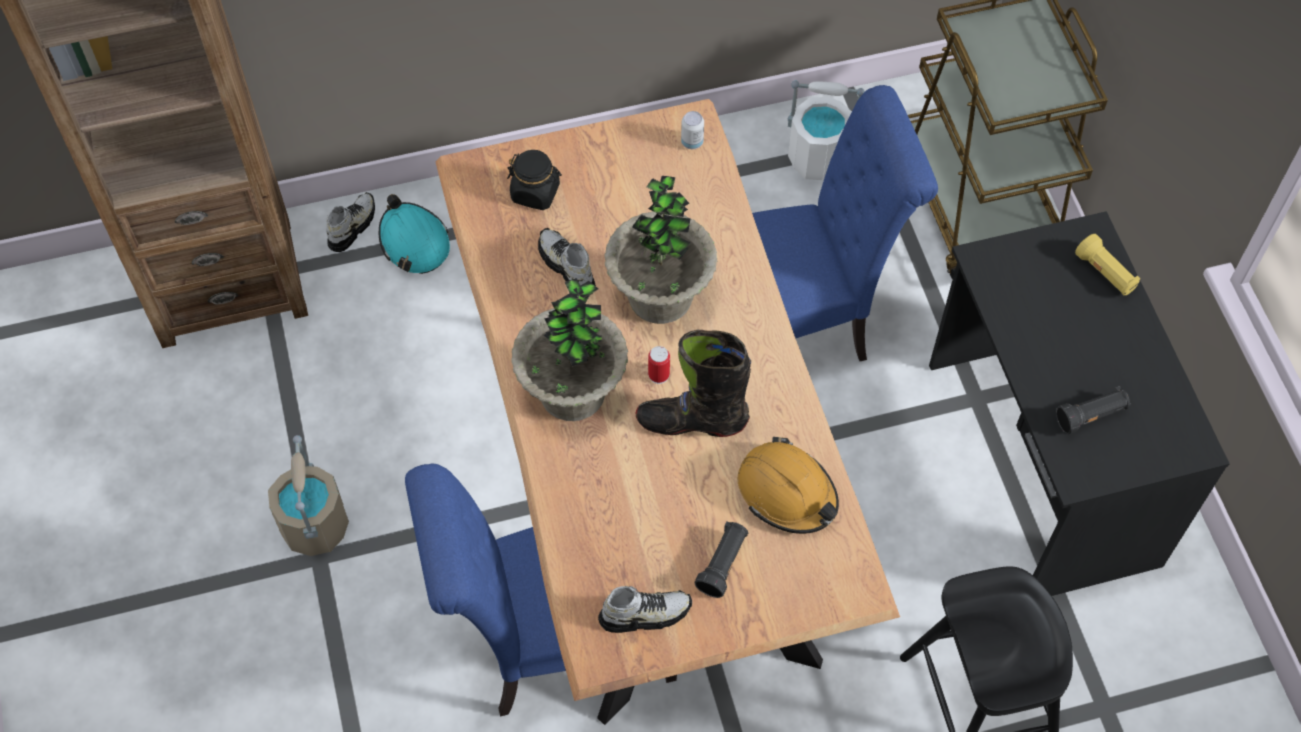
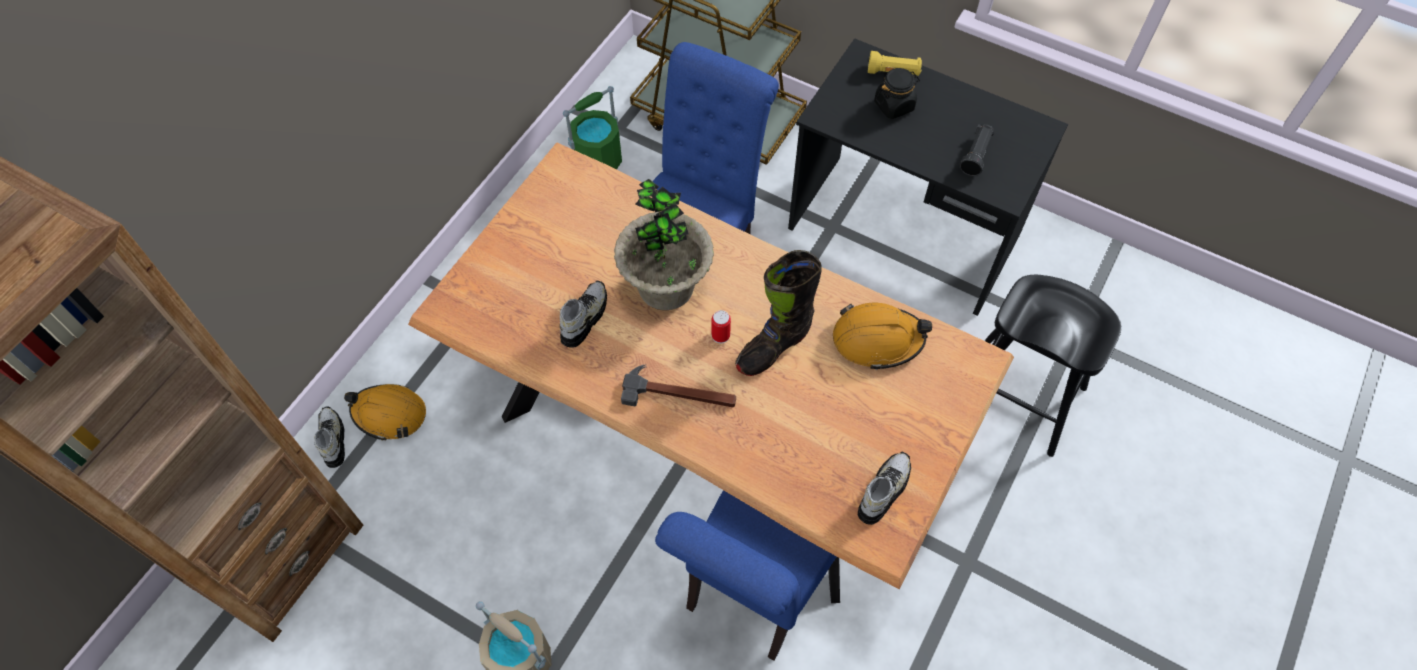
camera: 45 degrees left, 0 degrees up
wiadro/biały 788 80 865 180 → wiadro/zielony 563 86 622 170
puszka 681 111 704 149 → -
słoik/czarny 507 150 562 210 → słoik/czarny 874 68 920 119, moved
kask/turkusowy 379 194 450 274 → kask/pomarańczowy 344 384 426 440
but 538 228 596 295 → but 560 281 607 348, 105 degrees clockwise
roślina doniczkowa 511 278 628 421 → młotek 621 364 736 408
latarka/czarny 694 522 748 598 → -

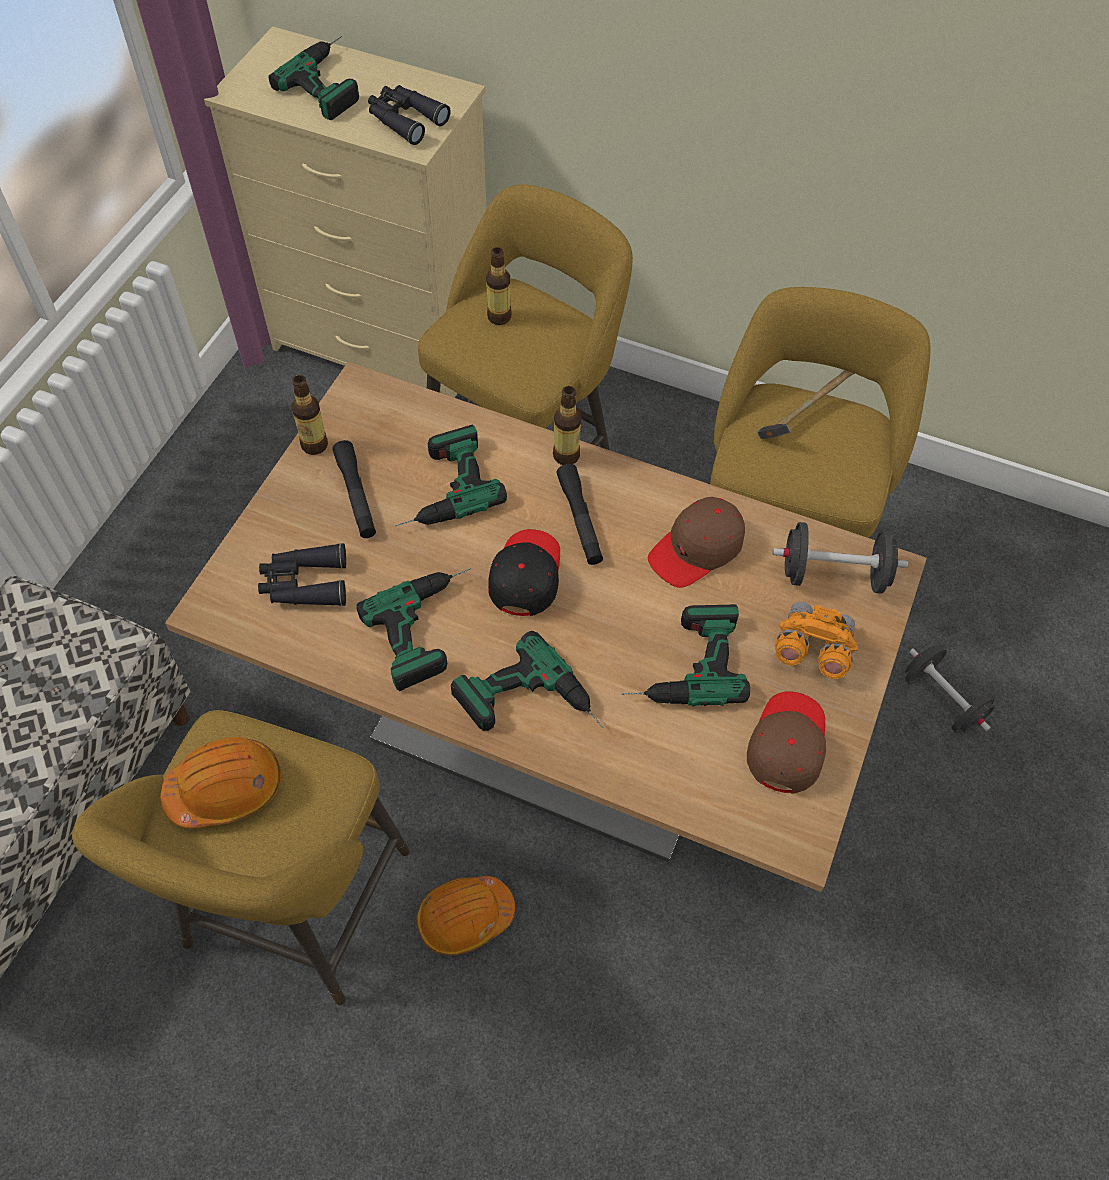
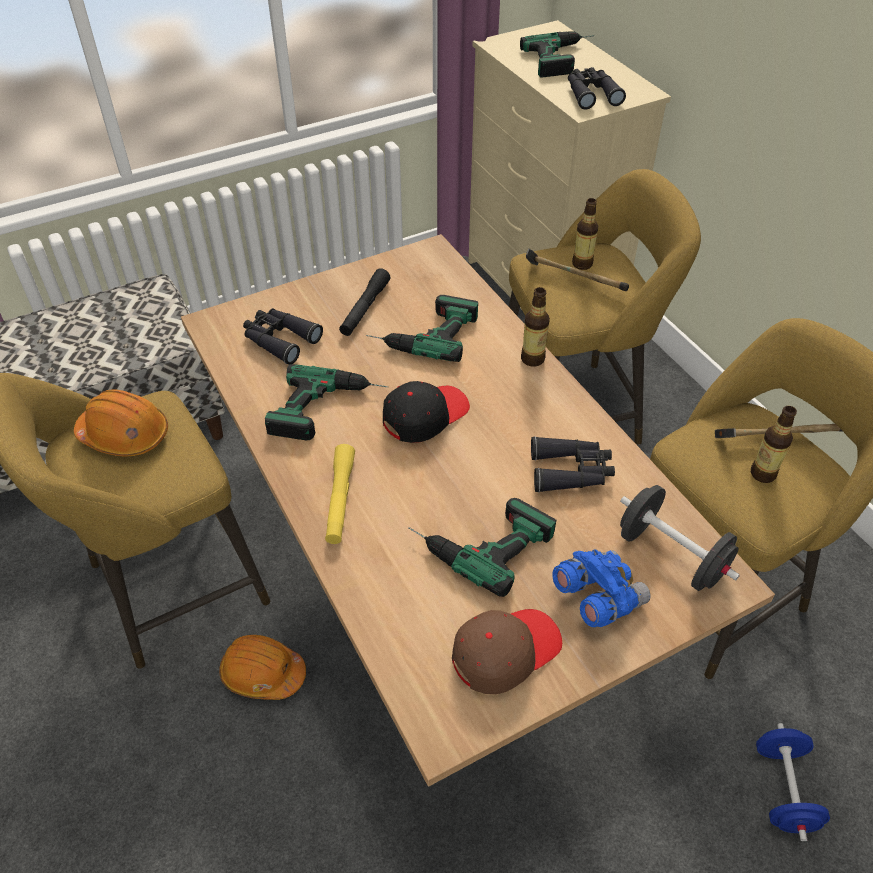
camera: 40 degrees right, 10 degrees down
butelka 291 375 328 455 → butelka 751 406 797 483, moved
latarka/czarny 556 464 603 565 → -
czapka z daszkiem/brązowy 648 497 745 588 → lornetka/czarny 531 436 615 493
lornetka/pomarańczowy 775 602 858 679 → lornetka/niebieski 552 549 651 627
wiertarka 451 631 604 731 → latarka/żółty 325 444 355 544
hantel/czarny 905 645 995 733 → hantel/niebieski 756 723 830 841
- → młotek 526 248 629 291

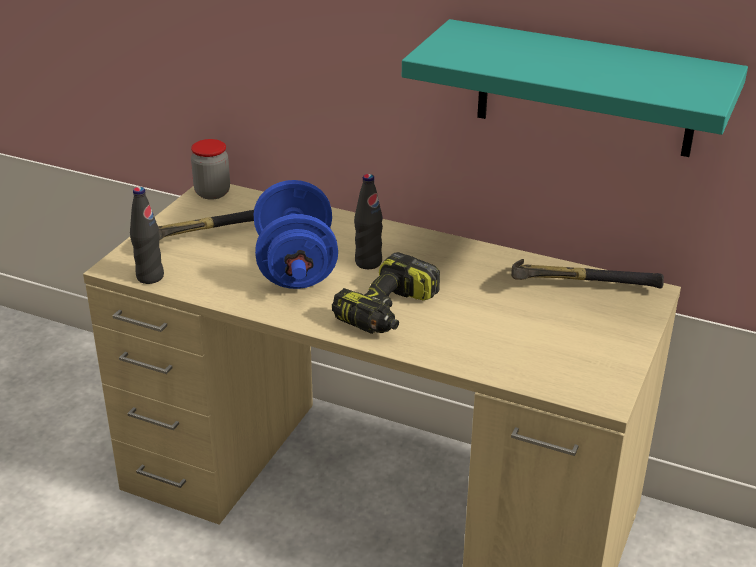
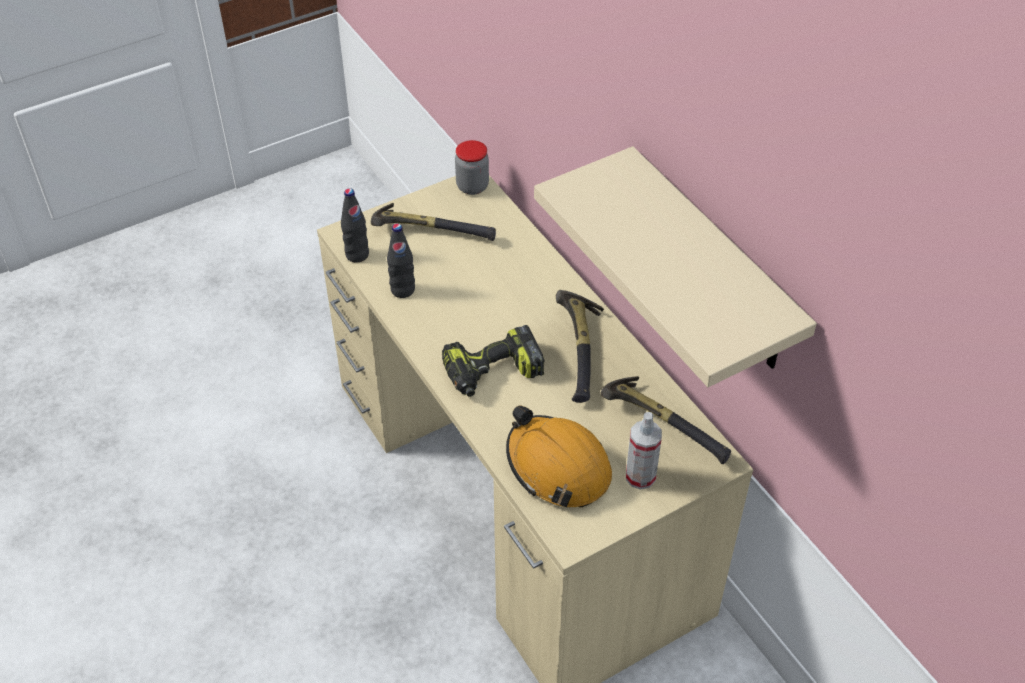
camera: 35 degrees right, 15 degrees up
półka/turkusowy 402 19 748 157 → półka/beżowy 534 146 817 387
butelka/czarny 354 174 383 269 → butelka/czarny 387 223 415 298, moved
hantel/niebieski 254 180 338 289 → -
- → młotek 556 290 604 403
- → kask/pomarańczowy 506 405 612 507
- → spryskiwacz 626 412 662 490

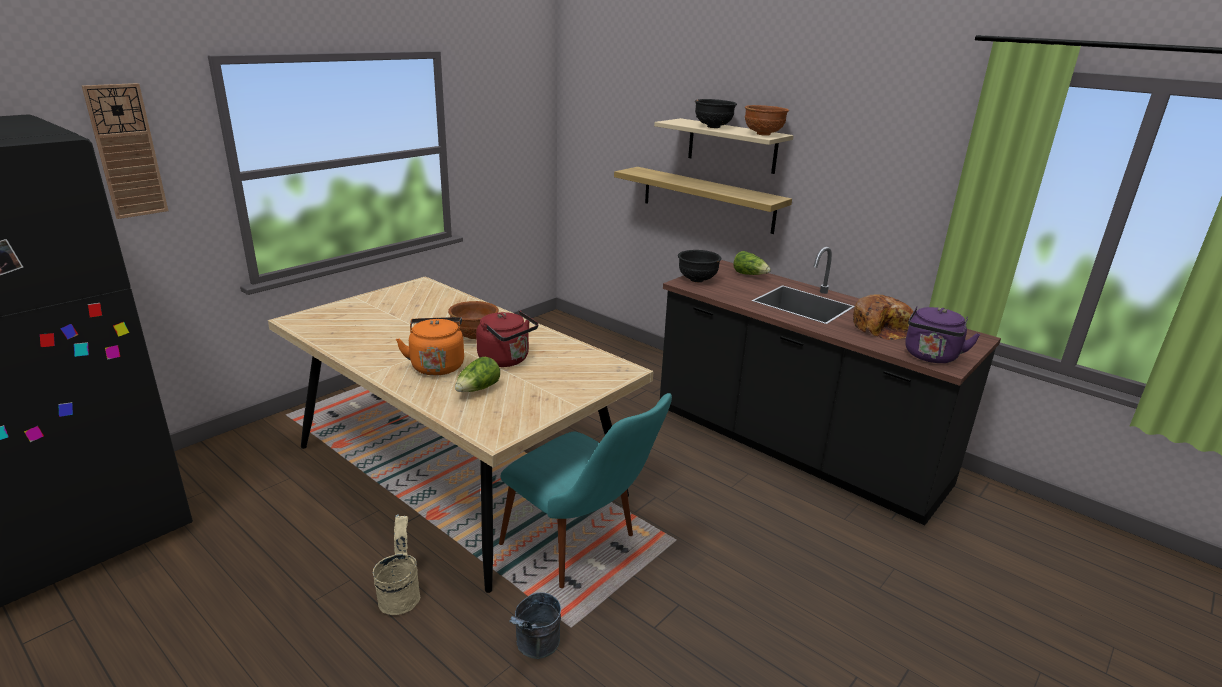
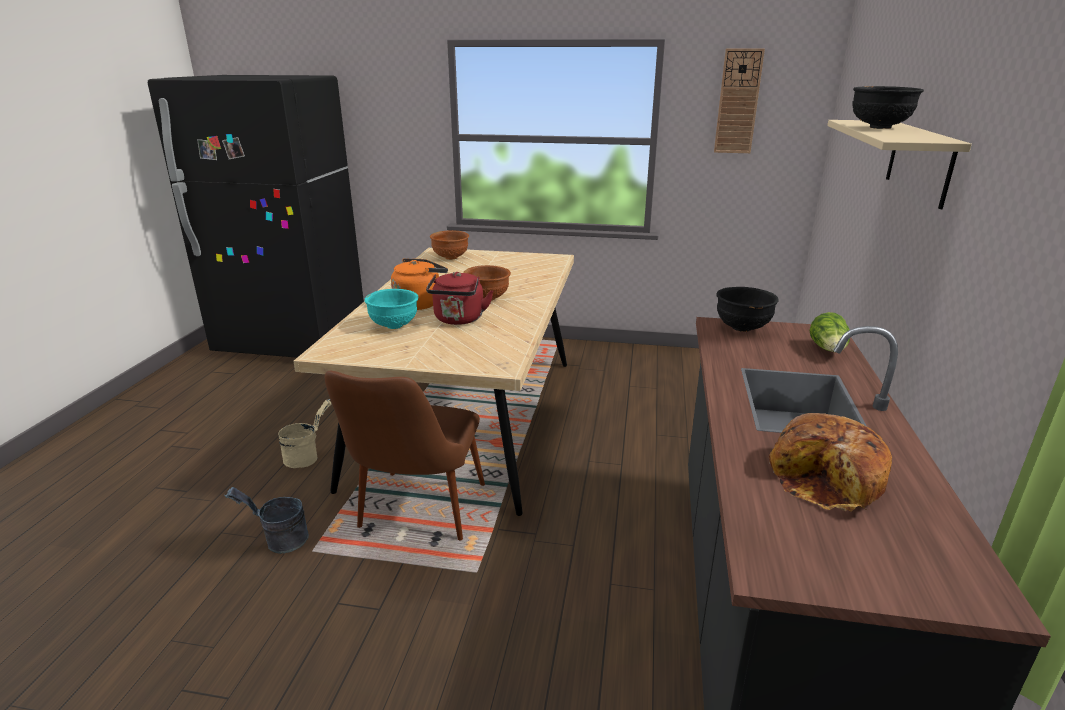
camera: 60 degrees right, 0 degrees up
zegar ścienny 82 83 168 219 → zegar ścienny 714 48 765 153, moved
miska/brązowy 745 105 789 136 → miska/brązowy 430 230 469 260, moved
półka 614 167 792 234 → -
czajnik/fioletowy 906 306 981 363 → -
sałata 455 357 500 392 → miska/turkusowy 364 289 419 329
krzesło/turkusowy 499 393 672 588 → krzesło/brązowy 325 371 485 540

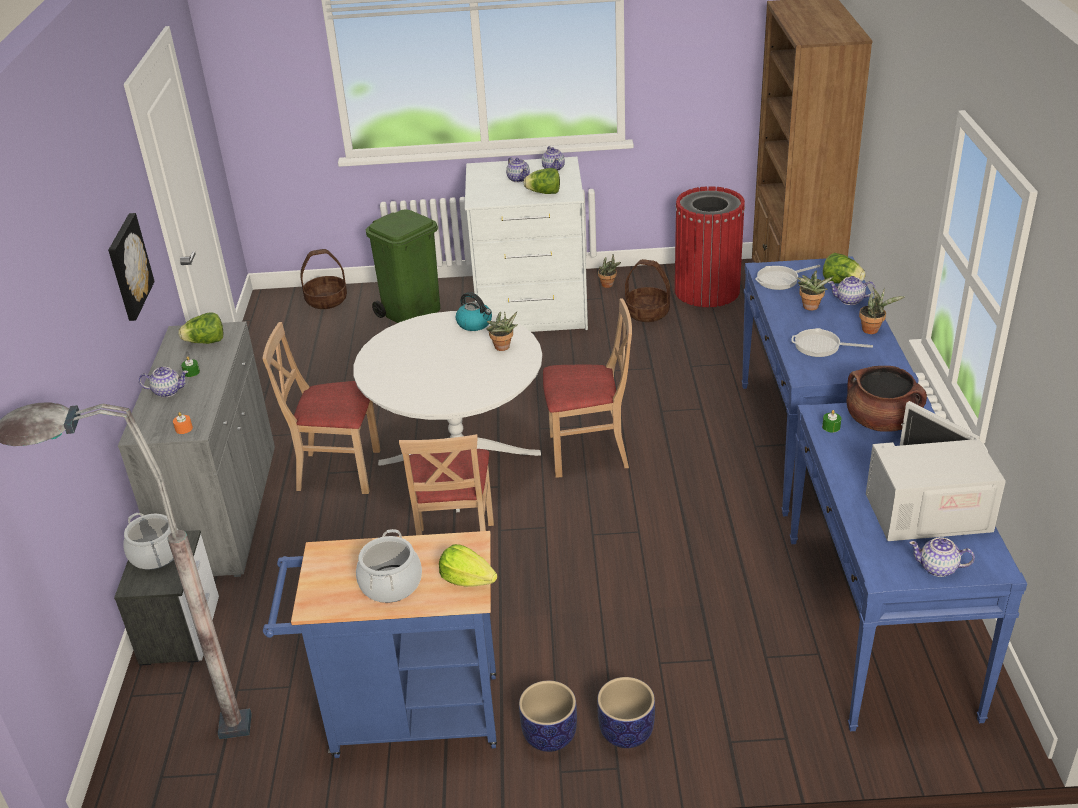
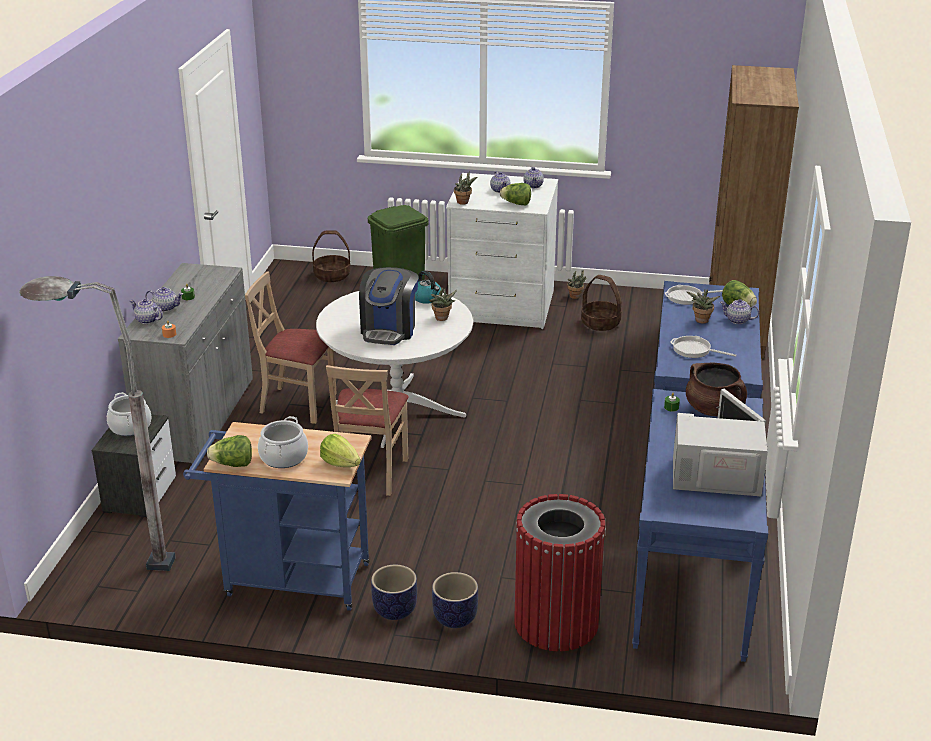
camera: 10 degrees right, 5 degrees down
kosz na śmieci/czerwony 675 186 745 307 → kosz na śmieci/czerwony 514 494 606 651, moved
obraz 108 213 155 321 → -
roślina doniczkowa 859 287 905 334 → roślina doniczkowa 454 171 477 205, moved
krzesło/beżowy 543 298 632 478 → -
sałata 178 312 223 344 → sałata 207 435 252 467, moved
imbryk 909 537 975 577 → imbryk 130 299 163 324, moved
- → ekspres do kawy 359 267 418 345

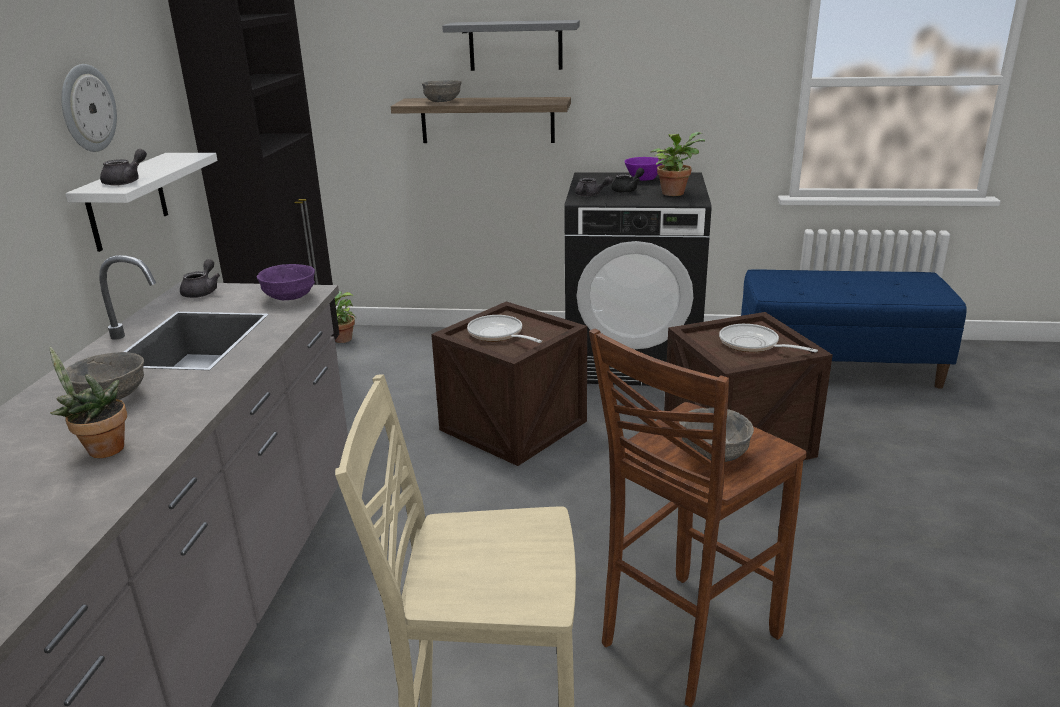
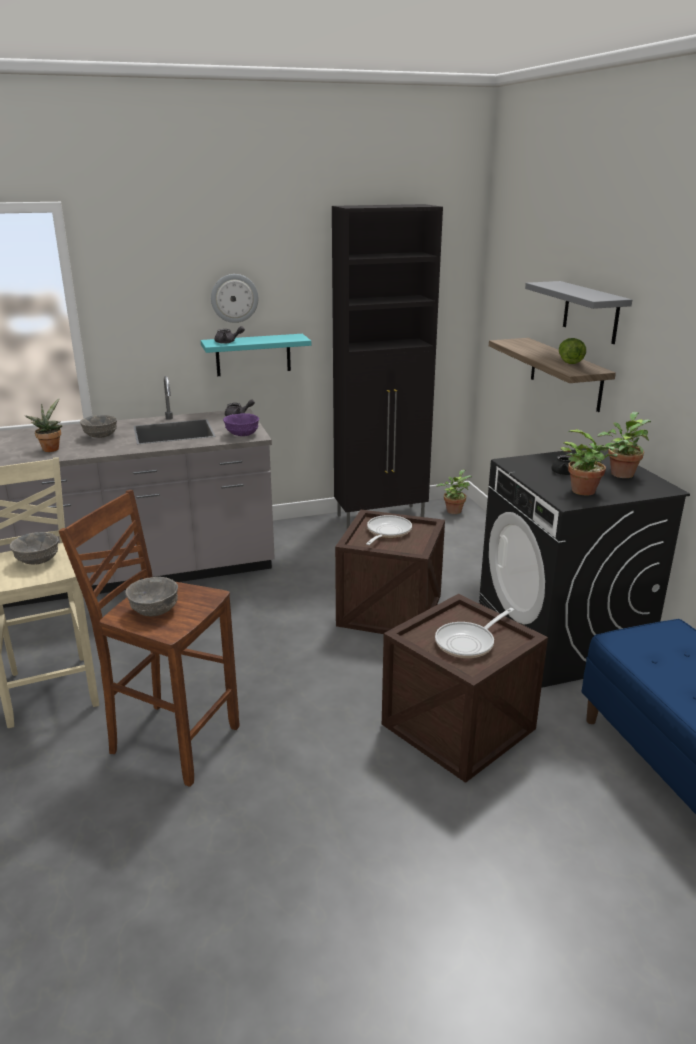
camera: 65 degrees right, 0 degrees up
miska/szary 422 80 462 102 → miska/szary 10 532 59 564, moved
półka/biały 65 153 218 252 → półka/turkusowy 201 334 311 376
miska/fioletowy 624 157 663 181 → roślina doniczkowa 597 412 651 478
imbryk/szary 575 176 613 197 → -
patelnia 719 324 818 353 → patelnia 435 608 514 658, 150 degrees counterclockwise
- → sałata 559 338 586 364

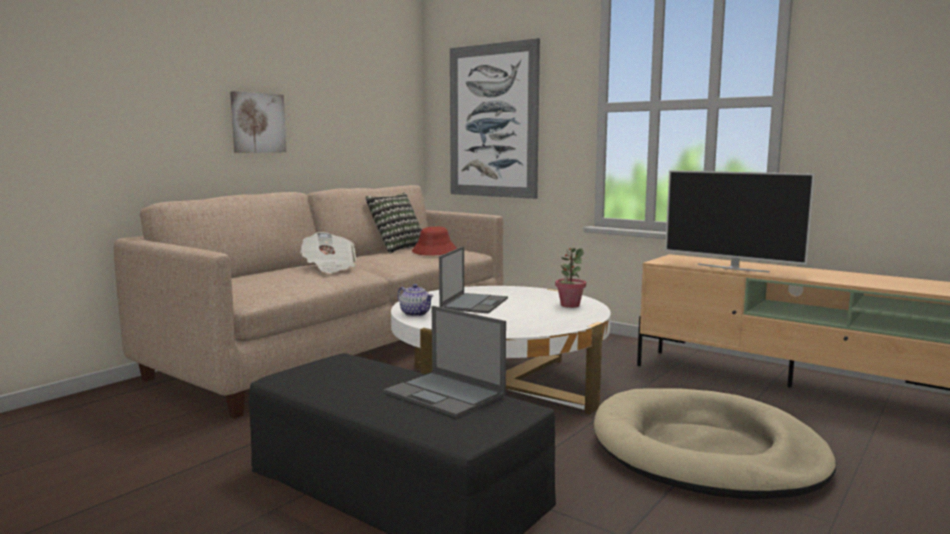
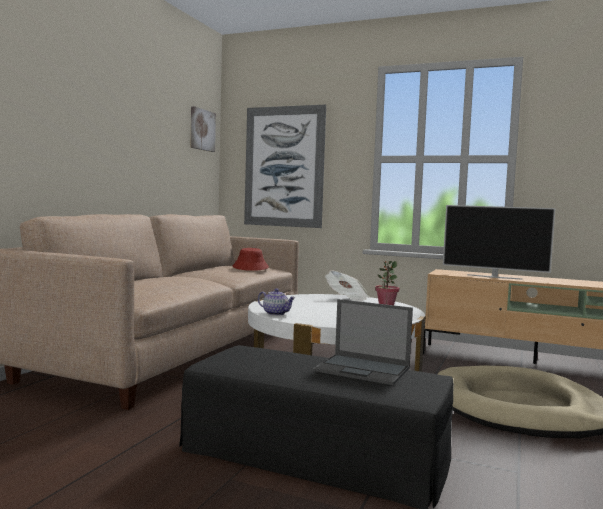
camera: 15 degrees left, 5 degrees down
obraz 230 91 286 153 → obraz 190 106 216 152, moved
poduszka 366 192 422 254 → -
gazeta 300 232 356 273 → gazeta 325 271 370 302, moved
laptop 439 246 508 313 → -

